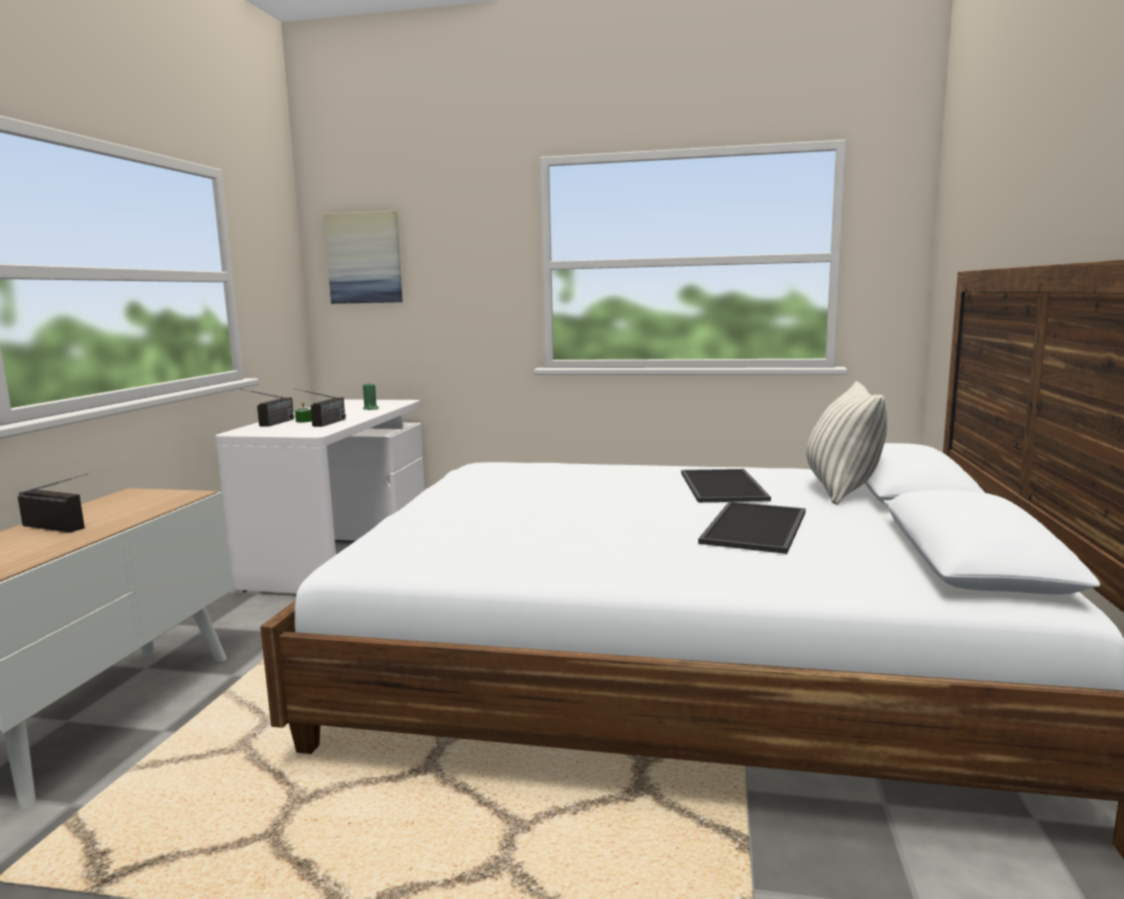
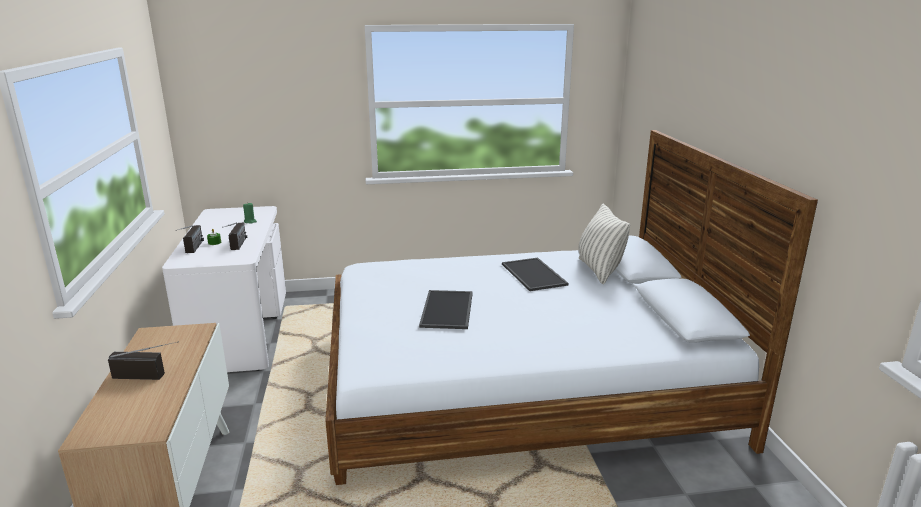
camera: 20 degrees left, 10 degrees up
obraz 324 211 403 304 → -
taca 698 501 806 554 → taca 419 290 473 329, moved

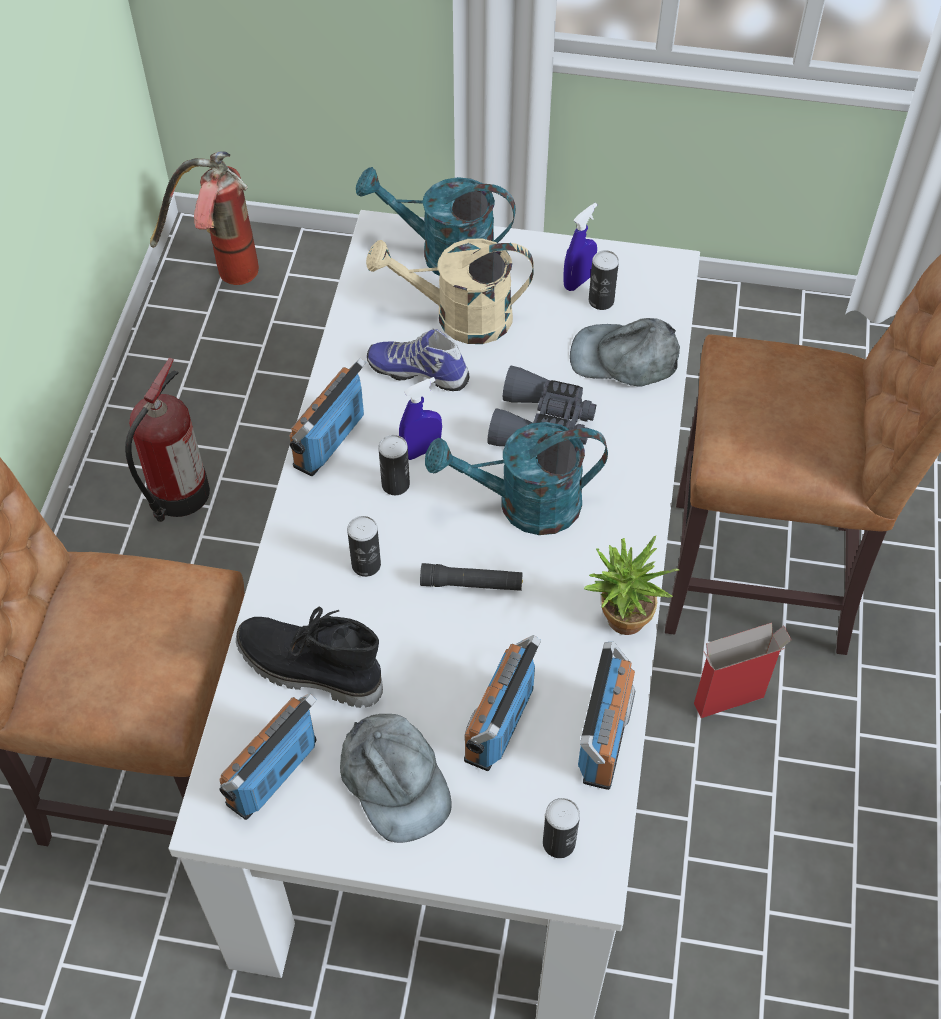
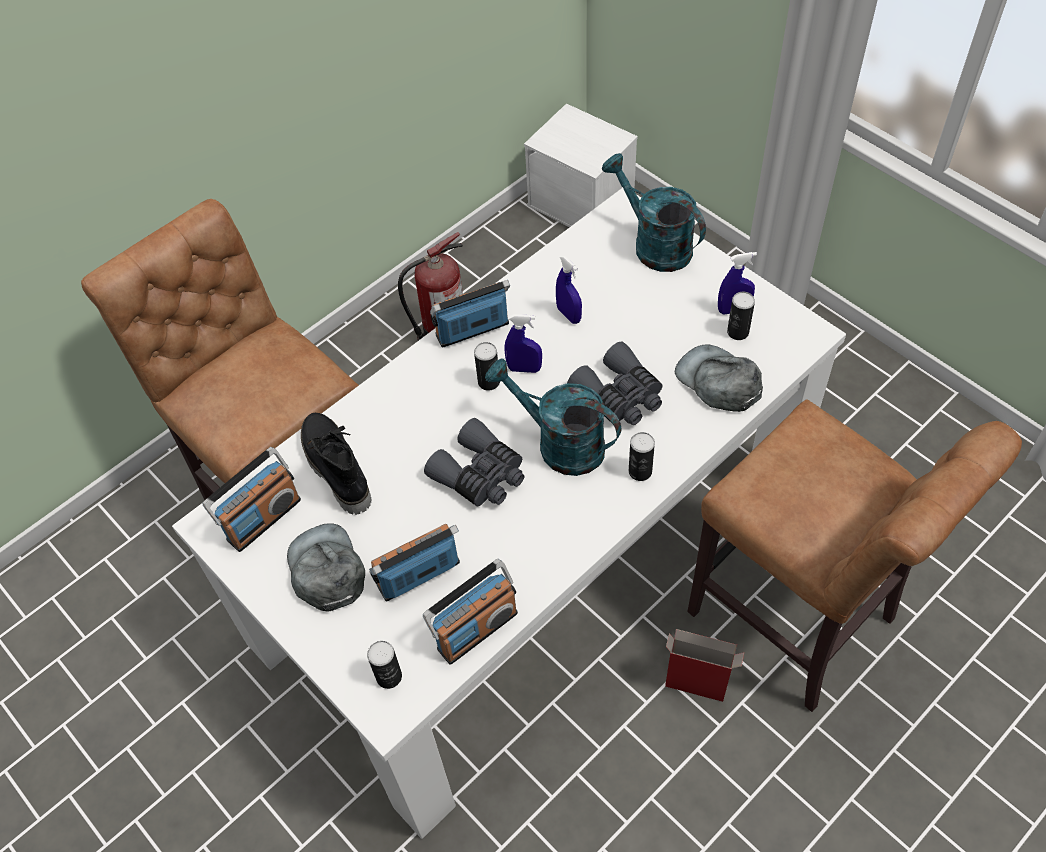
camera: 40 degrees right, 0 degrees up
gaśnica 150 151 259 285 → pojemnik do przechowywania/biały 524 104 638 227
konewka/beżowy 366 239 534 344 → -
but 367 328 469 391 → spryskiwacz/niebieski 556 255 582 324
puszka 347 516 381 577 → puszka 629 432 655 481, moved
roślina doniczkowa 584 536 679 635 → -
latarka/czarny 420 563 523 591 → lornetka/szary 424 418 525 506
radio 219 693 317 820 → radio 202 447 301 552, 150 degrees clockwise
czapka z daszkiem/szary 340 714 452 843 → czapka z daszkiem/szary 287 523 365 612, 150 degrees clockwise

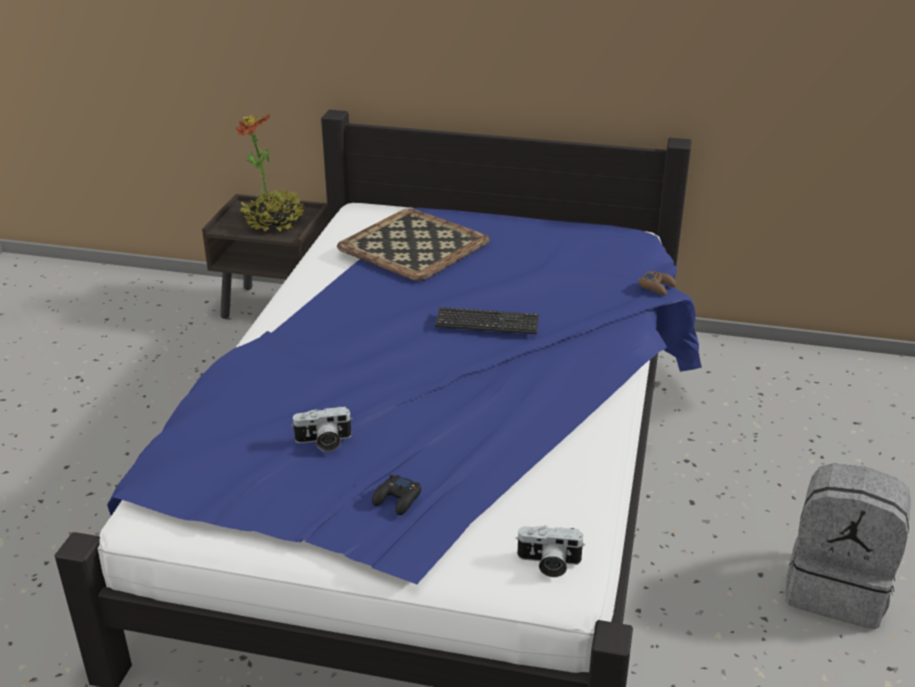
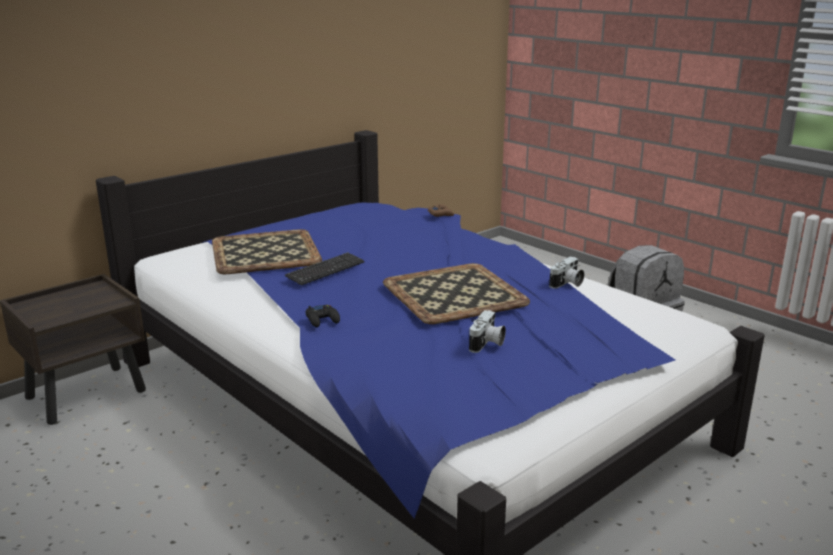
camera: 55 degrees left, 10 degrees down
roślina doniczkowa 235 114 305 231 → -
klawiatura 435 307 539 334 → klawiatura 285 252 364 285, moved
pad do gier/czarny 372 474 421 515 → pad do gier/czarny 306 305 340 327, moved
aparat fotograficzny 516 526 585 577 → aparat fotograficzny 549 257 584 289, moved
- → taca 383 263 530 324

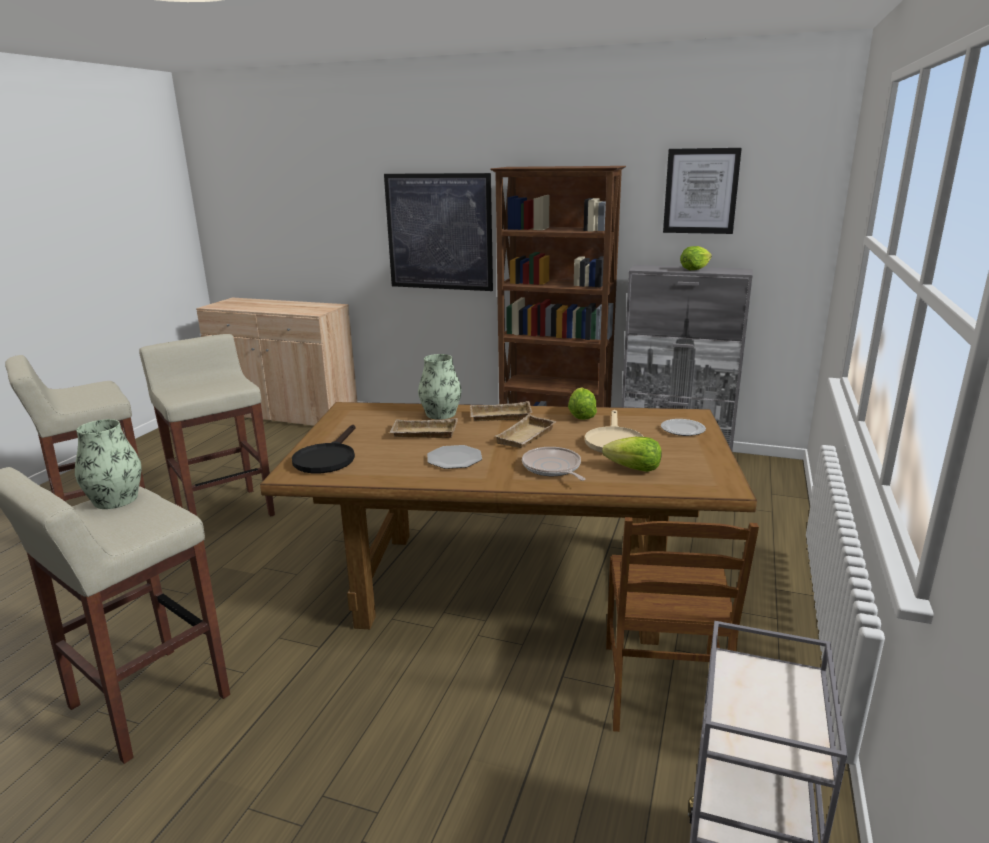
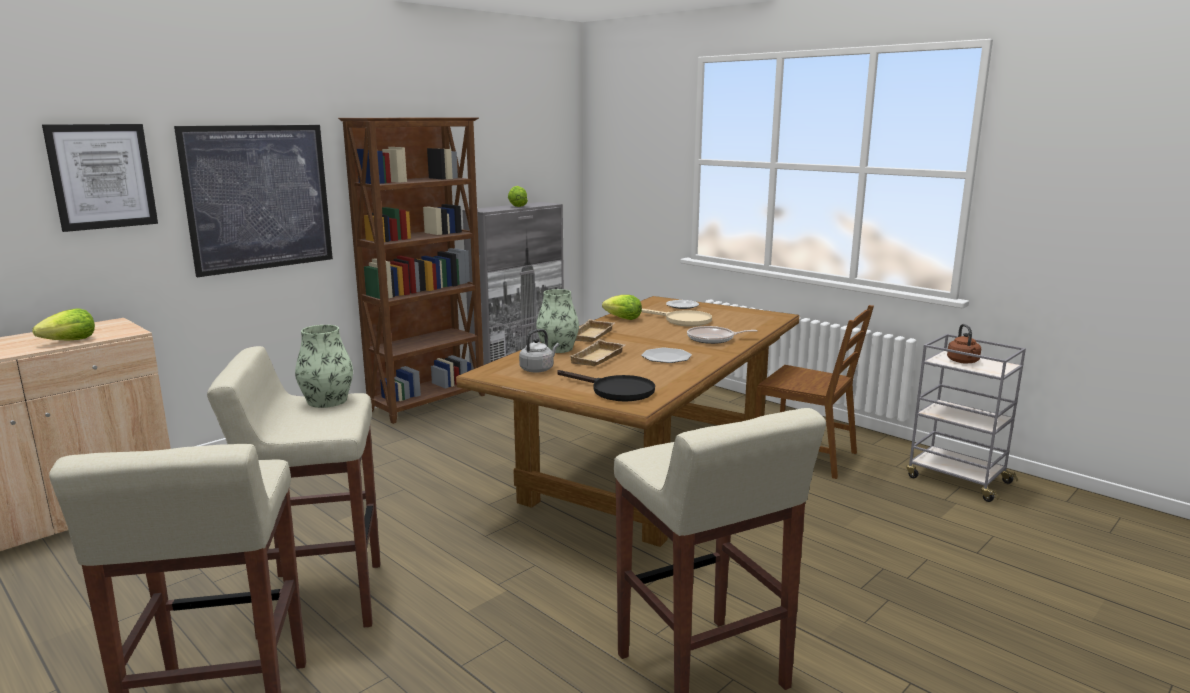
camera: 65 degrees left, 5 degrees down
obraz 663 148 742 234 → obraz 42 124 158 232, moved
taca/beżowy 495 414 557 448 → -
wazon 75 419 142 509 → wazon 295 325 353 408, moved
sałata 602 437 662 472 → sałata 33 308 95 340, moved
- → czajnik/brązowy 947 324 981 364
- → czajnik/szary 519 329 559 373

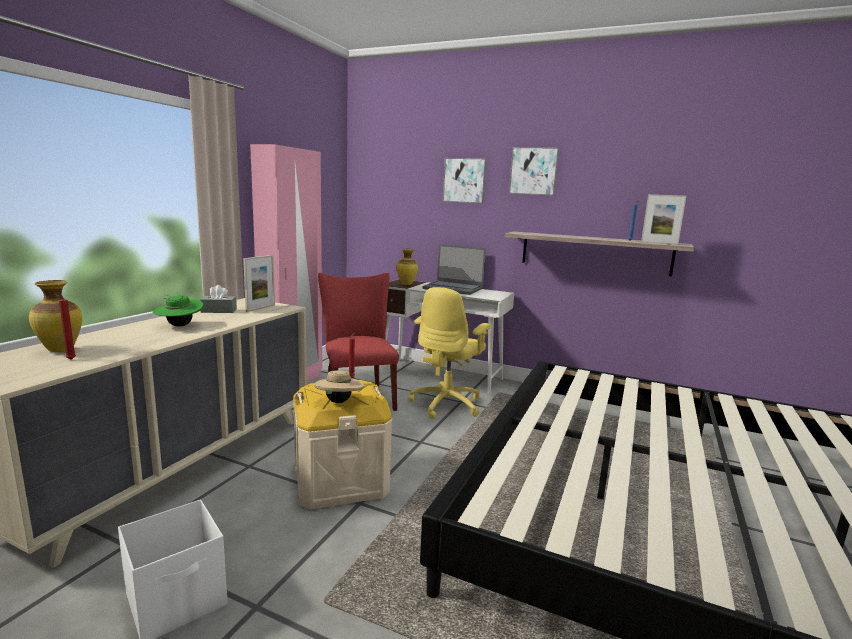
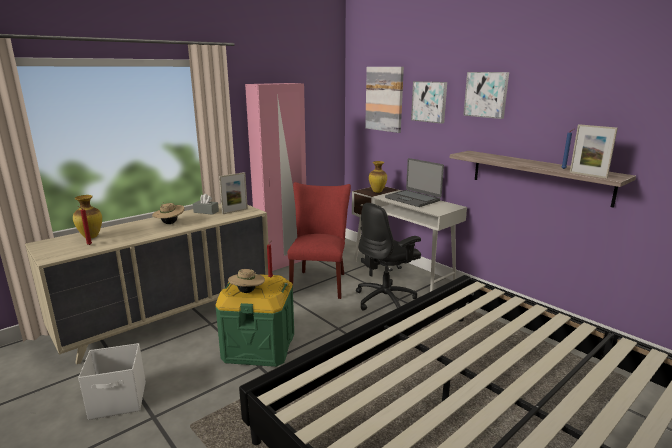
camera: 25 degrees right, 5 degrees up
krzesło biurowe/żółty 409 287 491 419 → krzesło biurowe/czarny 356 203 421 311
kapelusz/zielony 153 295 203 327 → kapelusz/beżowy 152 202 184 224
pojemnik do przechowywania/beżowy 293 380 392 509 → pojemnik do przechowywania/zielony 215 274 294 367
- → obraz 365 67 404 133

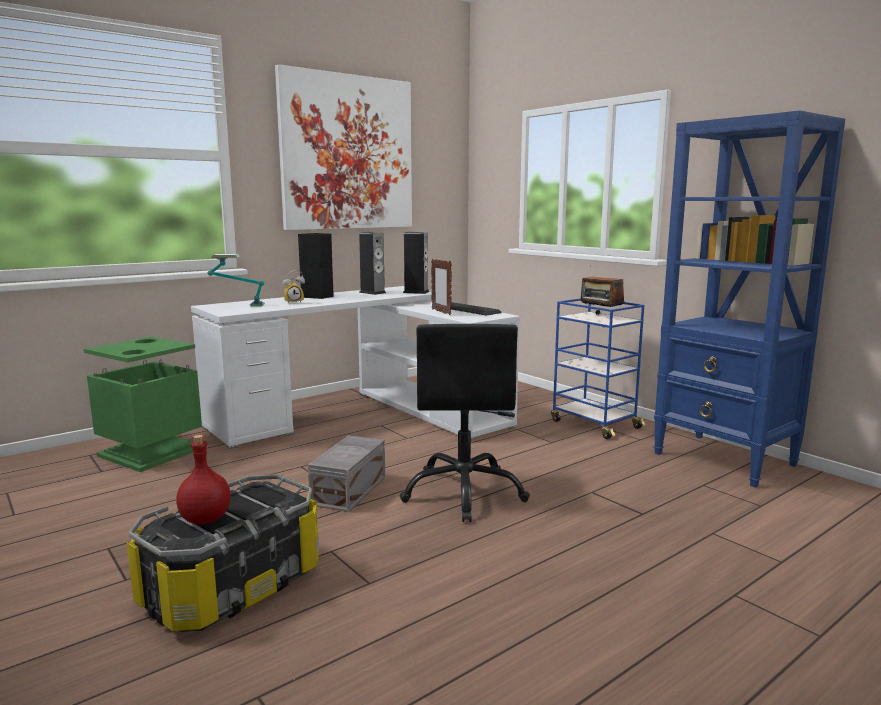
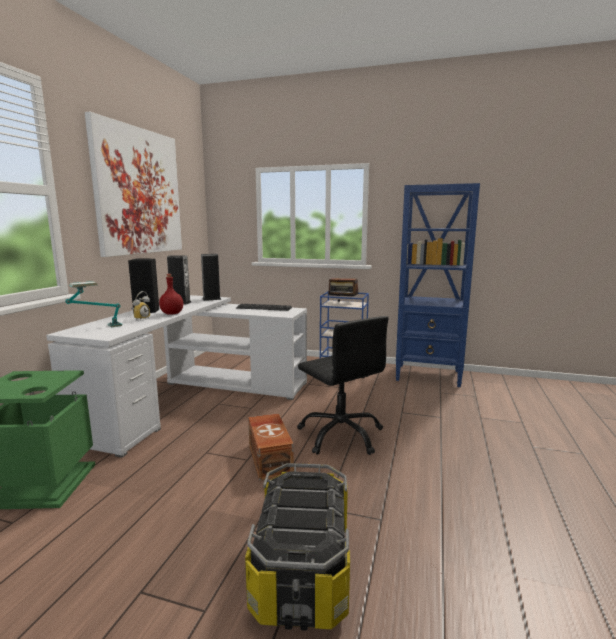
camera: 35 degrees left, 0 degrees up
ramka na zdjęcie 431 259 452 315 → -
butelka/czerwony 176 435 230 524 → butelka/czerwony 159 274 183 315, moved
pojemnik do przechowywania/szary 308 435 385 512 → pojemnik do przechowywania/brązowy 248 413 294 481

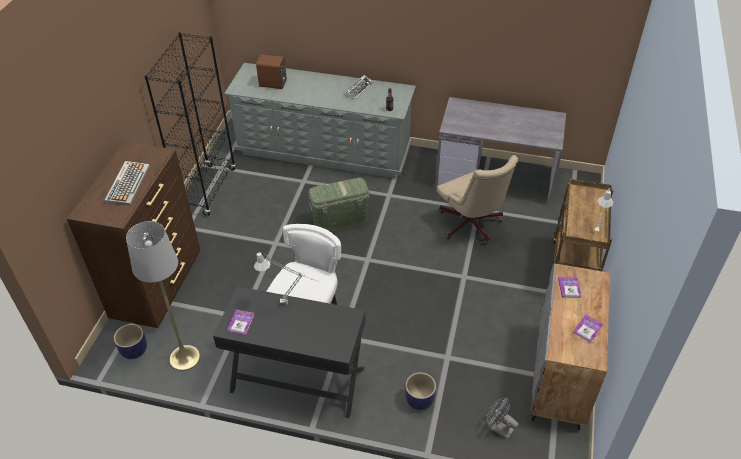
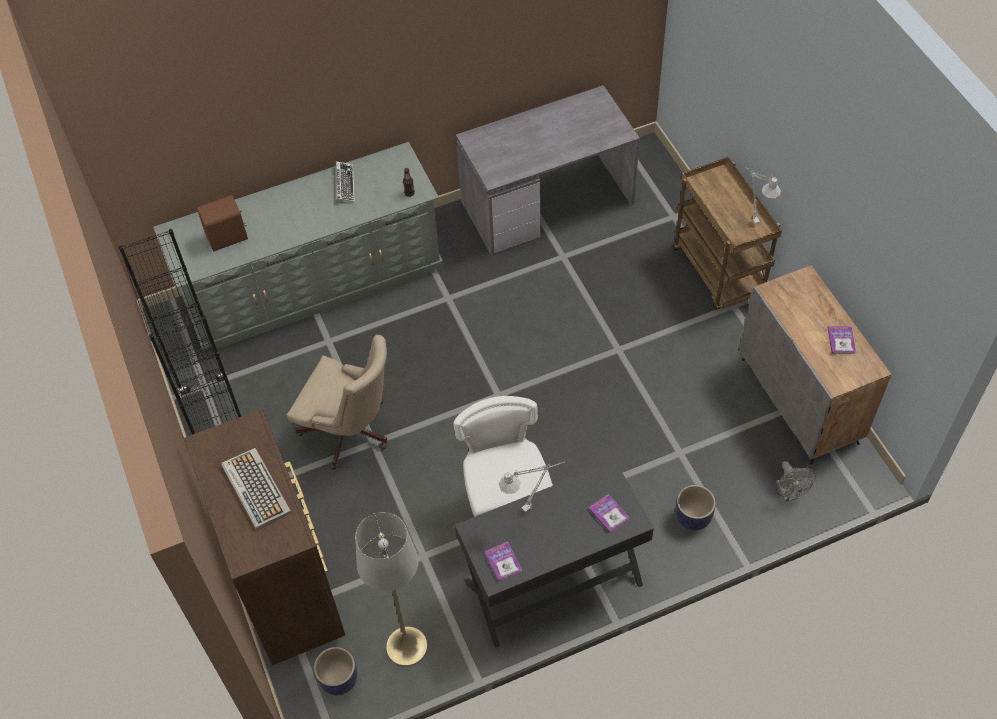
camera: 35 degrees left, 10 degrees up
krzesło biurowe/beżowy 437 155 518 245 → krzesło biurowe/beżowy 287 335 388 470, moved
pojemnik do przechowywania/zielony 307 178 371 231 → -
książka 558 276 582 298 → książka 589 494 629 533, moved
wentylator/szary 486 397 519 439 → wentylator/szary 776 461 816 502, 105 degrees counterclockwise

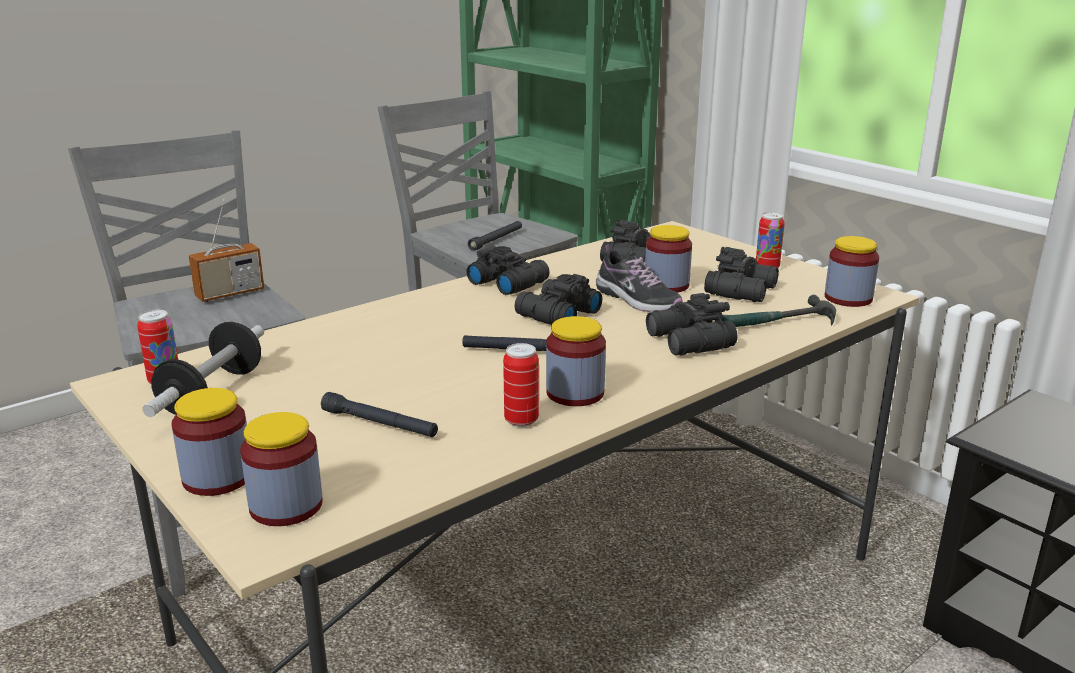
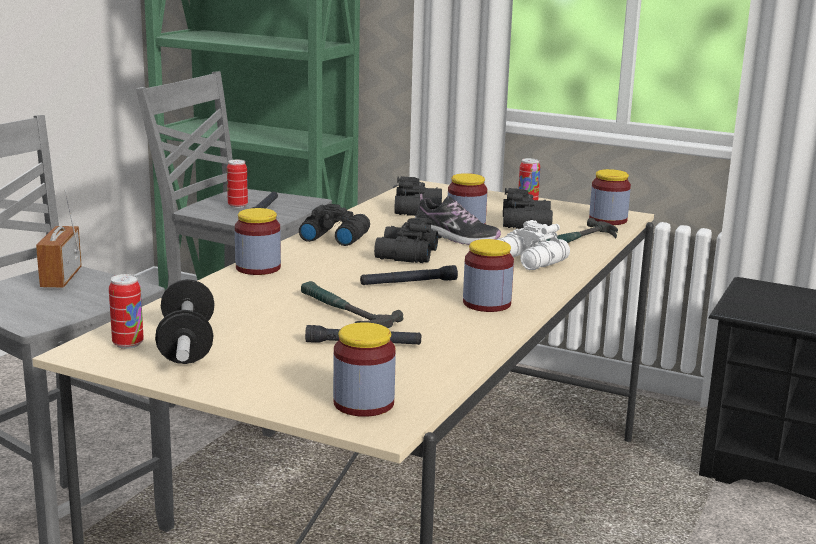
camera: 25 degrees left, 5 degrees down
radio 188 199 264 302 → radio 36 190 82 288, 150 degrees clockwise
lornetka/czarny 646 293 737 356 → lornetka/biały 496 220 570 270
puszka 503 343 539 427 → puszka 227 160 248 208, moved
słoik 172 388 247 496 → słoik 235 208 281 275, moved
- → młotek 301 281 404 328

